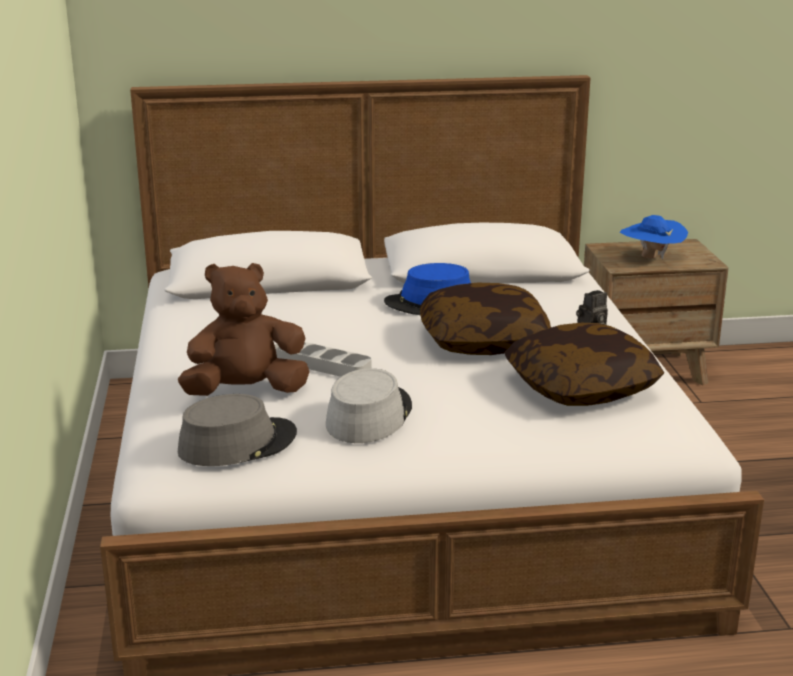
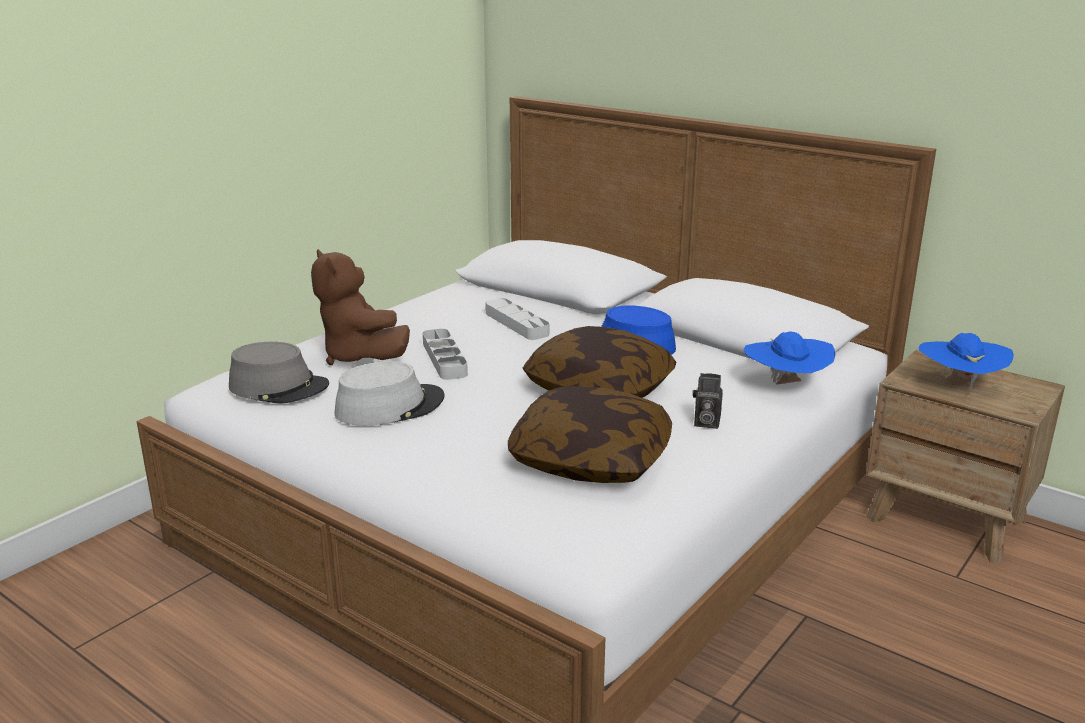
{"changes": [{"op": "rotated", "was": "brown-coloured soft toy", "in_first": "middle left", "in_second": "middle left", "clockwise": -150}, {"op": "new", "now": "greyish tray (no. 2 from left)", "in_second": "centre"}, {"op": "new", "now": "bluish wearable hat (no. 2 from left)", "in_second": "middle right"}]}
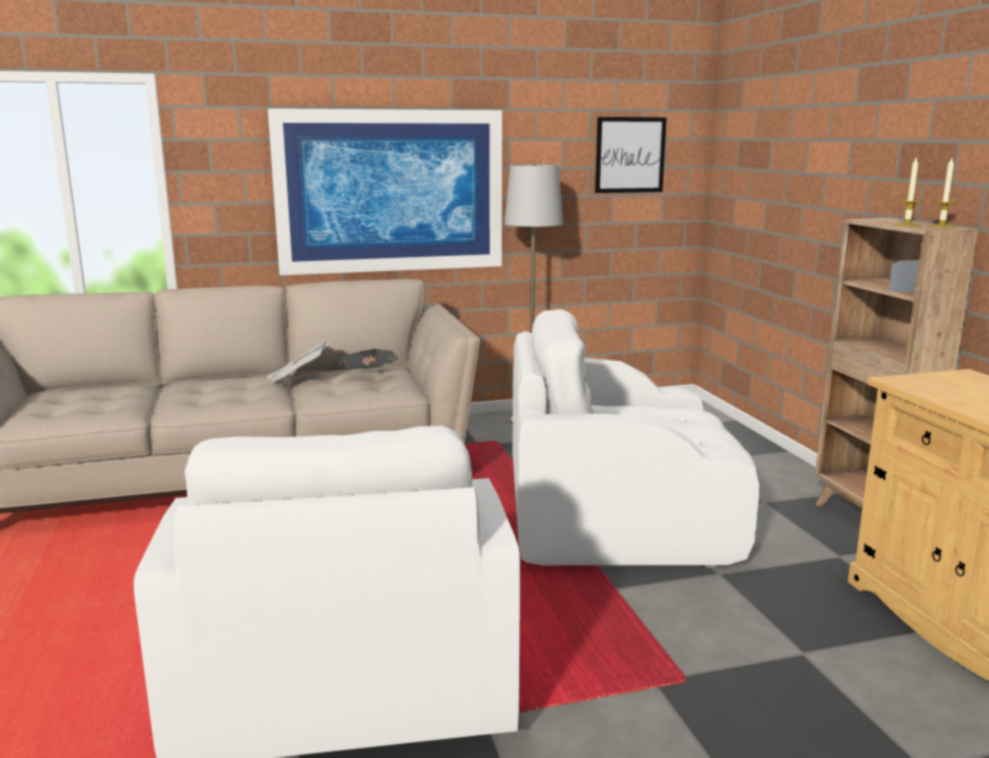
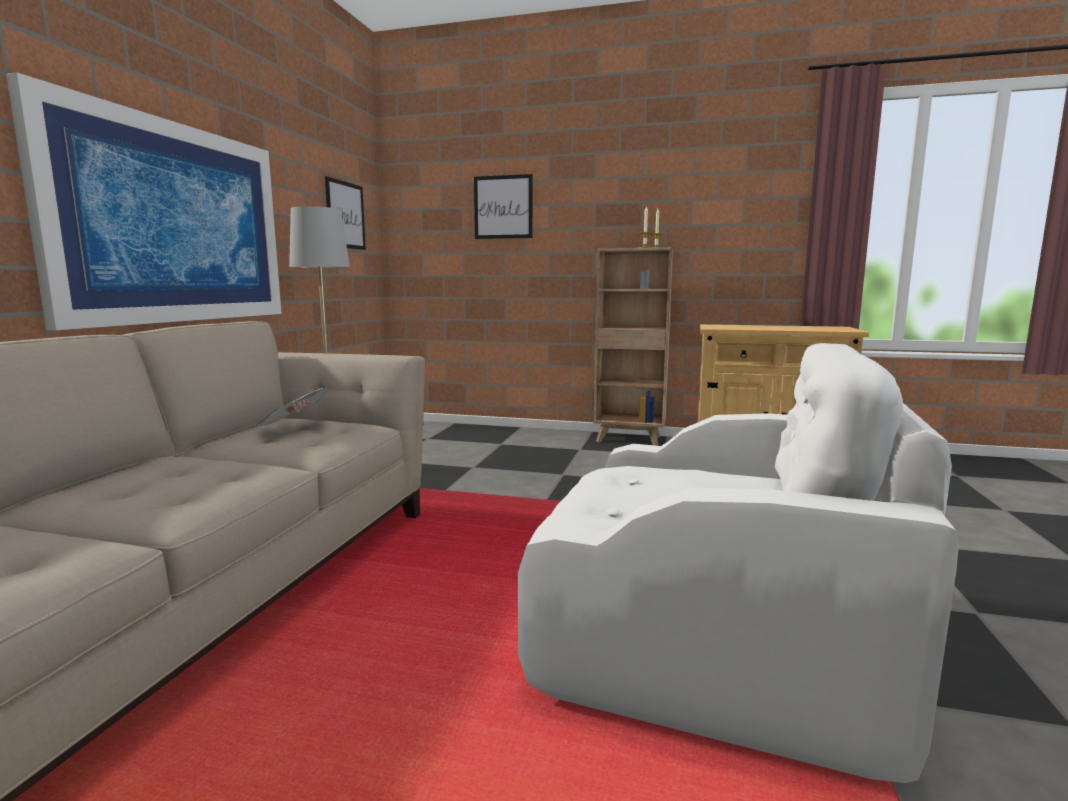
{"changes": [{"op": "gone", "was": "whitish armchair (no. 2 from left)", "in_first": "centre"}, {"op": "gone", "was": "newspaper (no. 1 from left)", "in_first": "middle left"}, {"op": "new", "now": "wall picture (no. 3 from left)", "in_second": "top centre"}]}
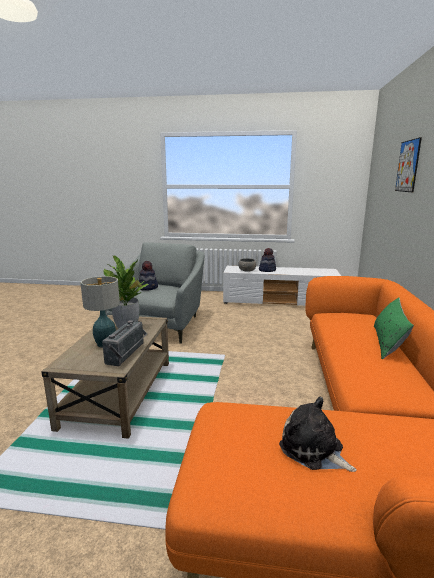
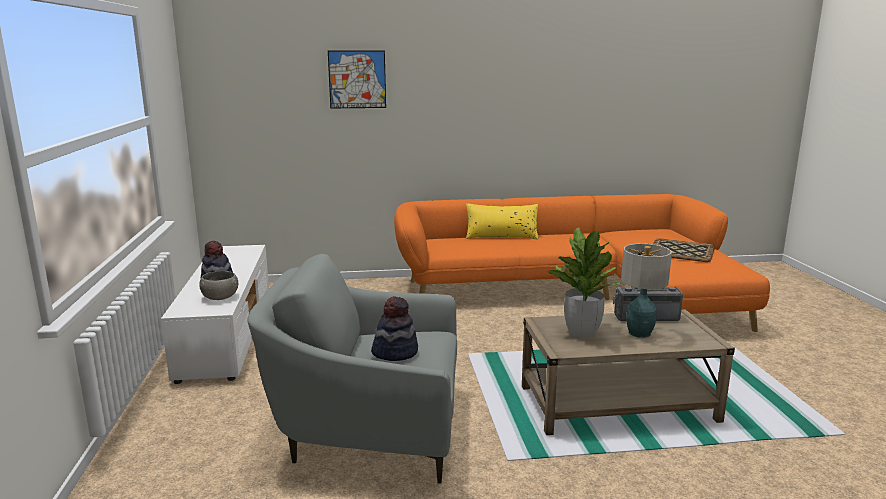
{"changes": [{"op": "repainted", "was": "greenish throw pillow", "now": "yellow throw pillow", "in_first": "middle right", "in_second": "centre"}, {"op": "swapped", "was": "soft toy", "now": "tray", "in_first": "bottom right", "in_second": "middle right"}]}
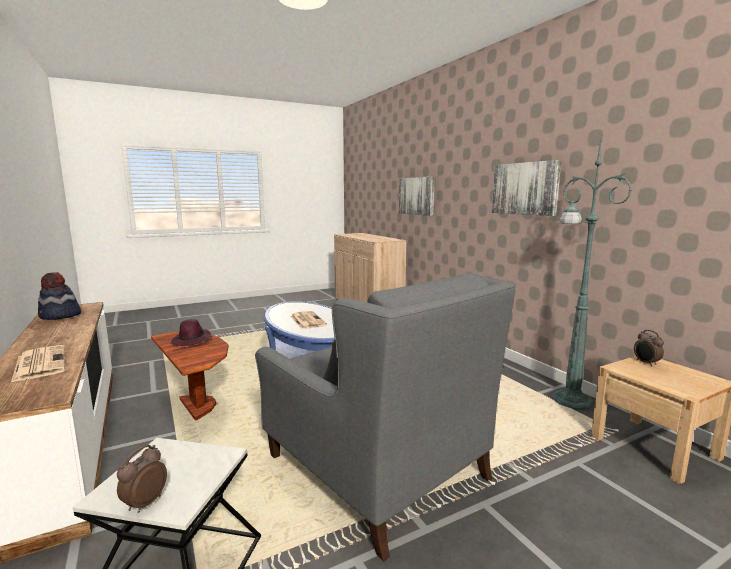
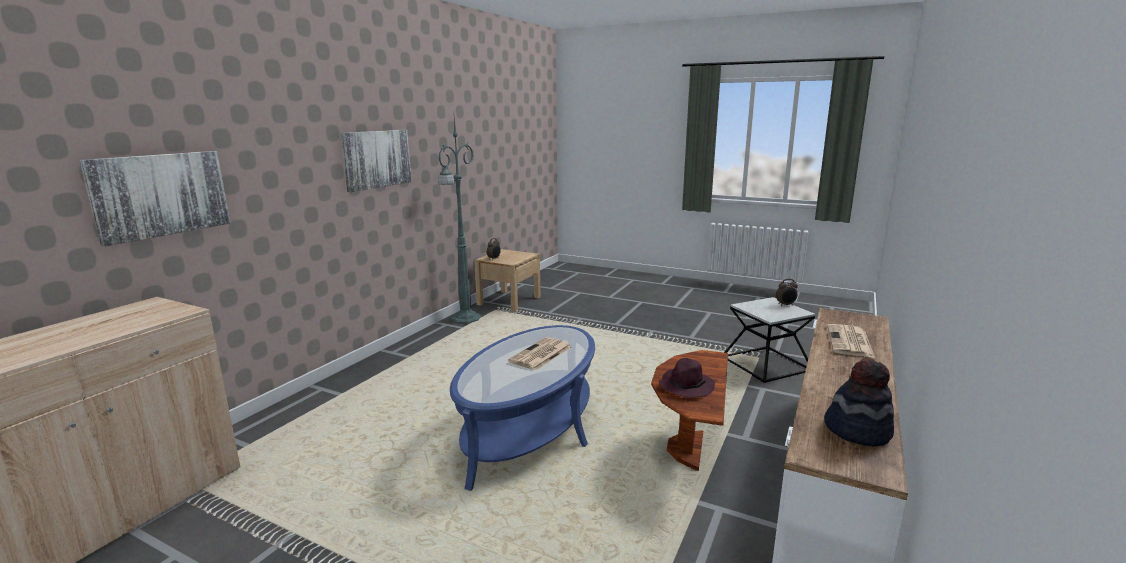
{"changes": [{"op": "gone", "was": "greyish armchair", "in_first": "bottom centre"}]}
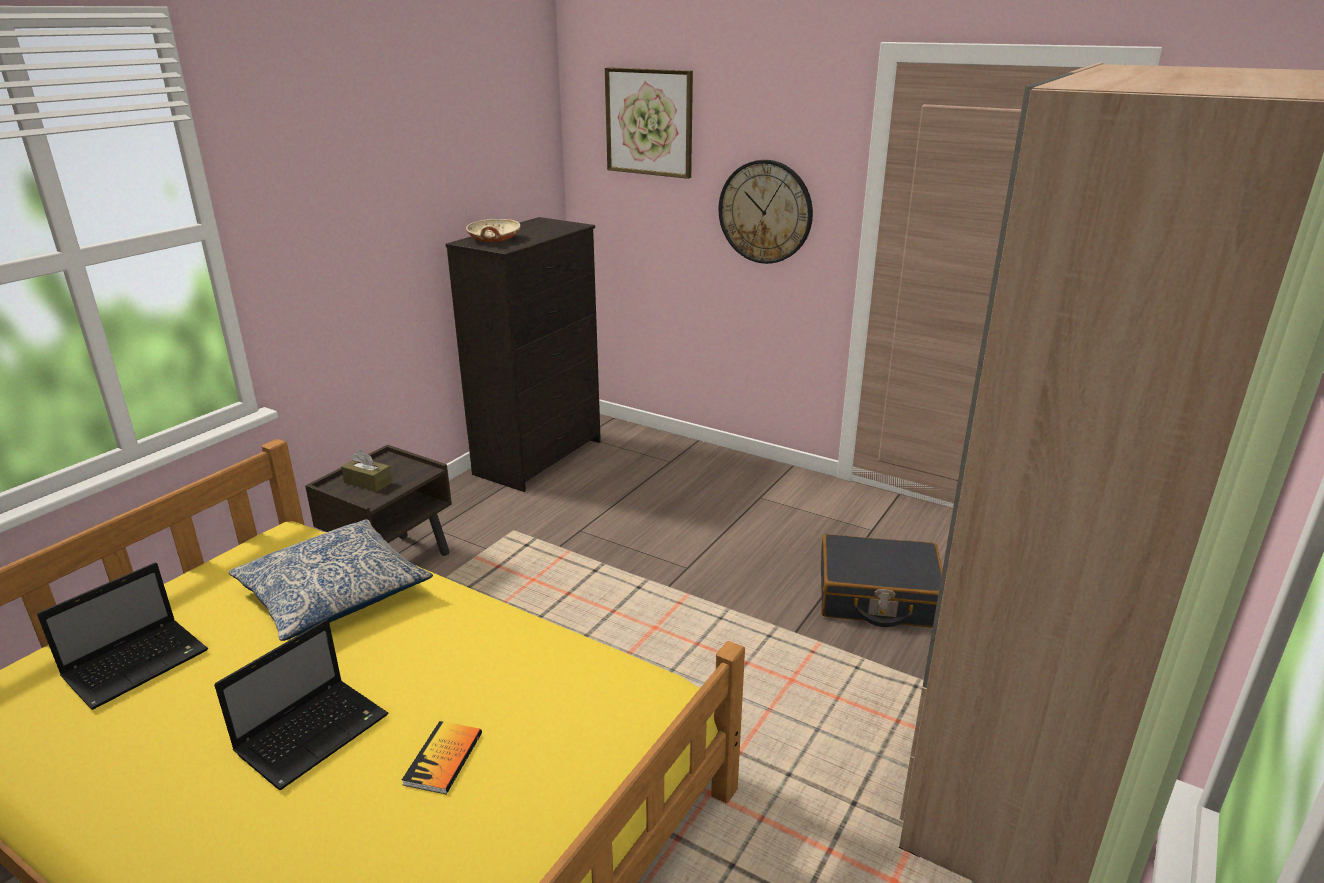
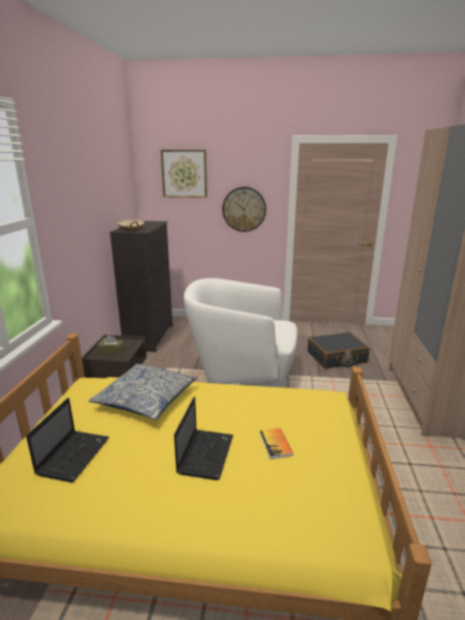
{"changes": [{"op": "new", "now": "whitish armchair", "in_second": "centre"}]}
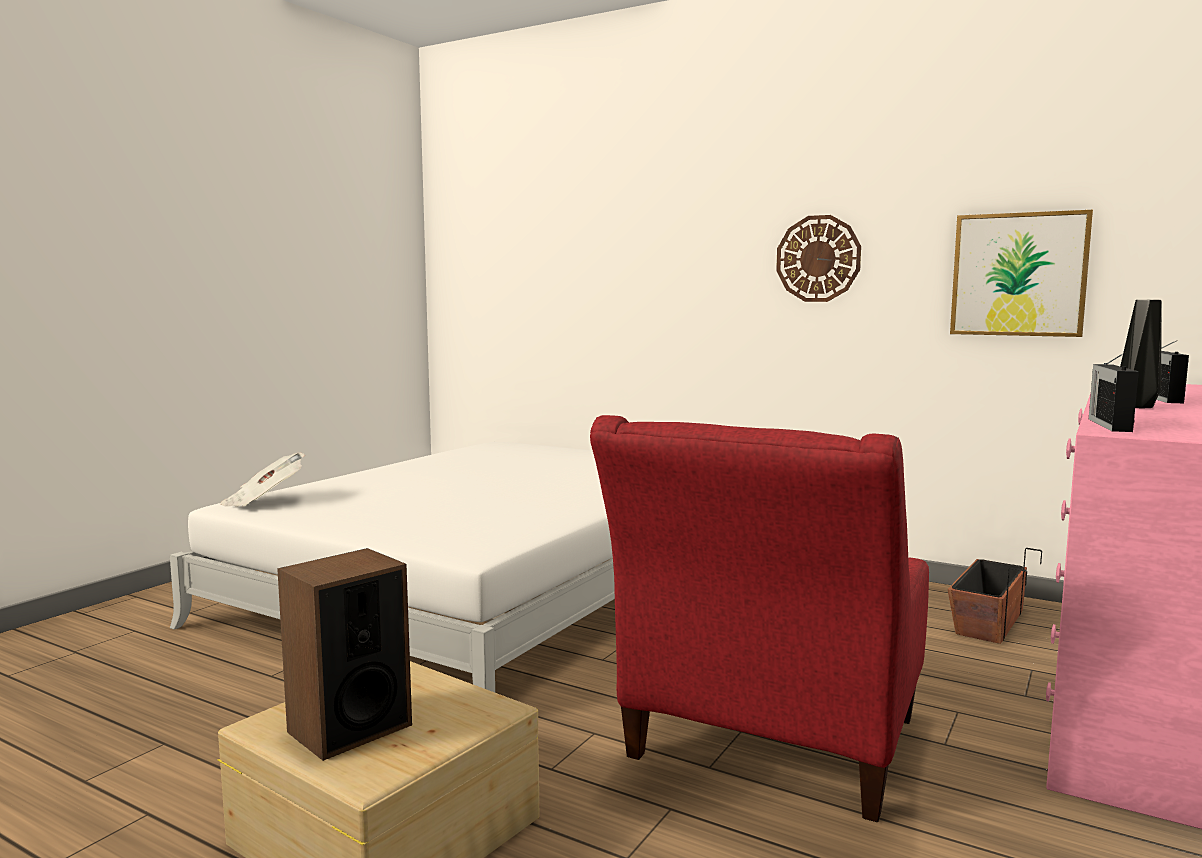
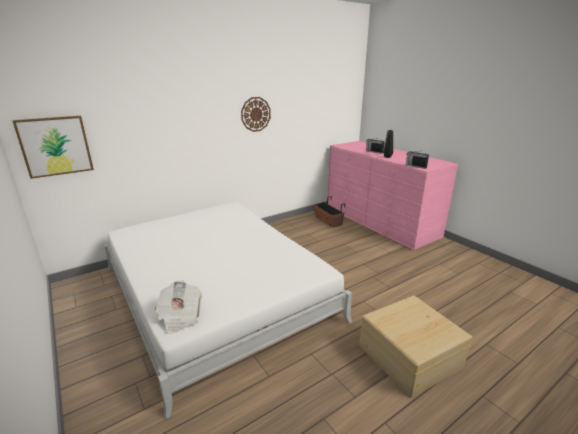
{"changes": [{"op": "shifted", "was": "wall picture", "in_first": "top right", "in_second": "middle left"}, {"op": "gone", "was": "red armchair", "in_first": "bottom centre"}, {"op": "gone", "was": "loudspeaker", "in_first": "bottom left"}]}
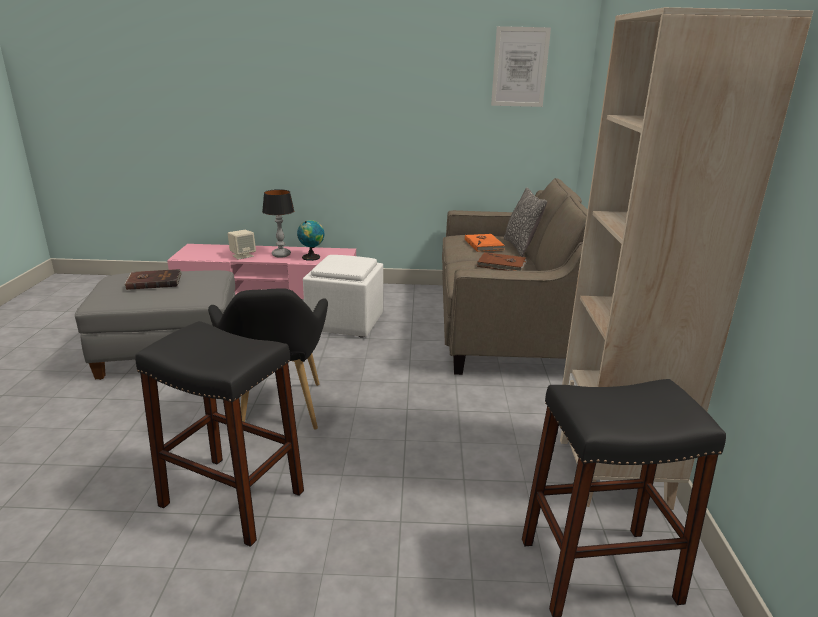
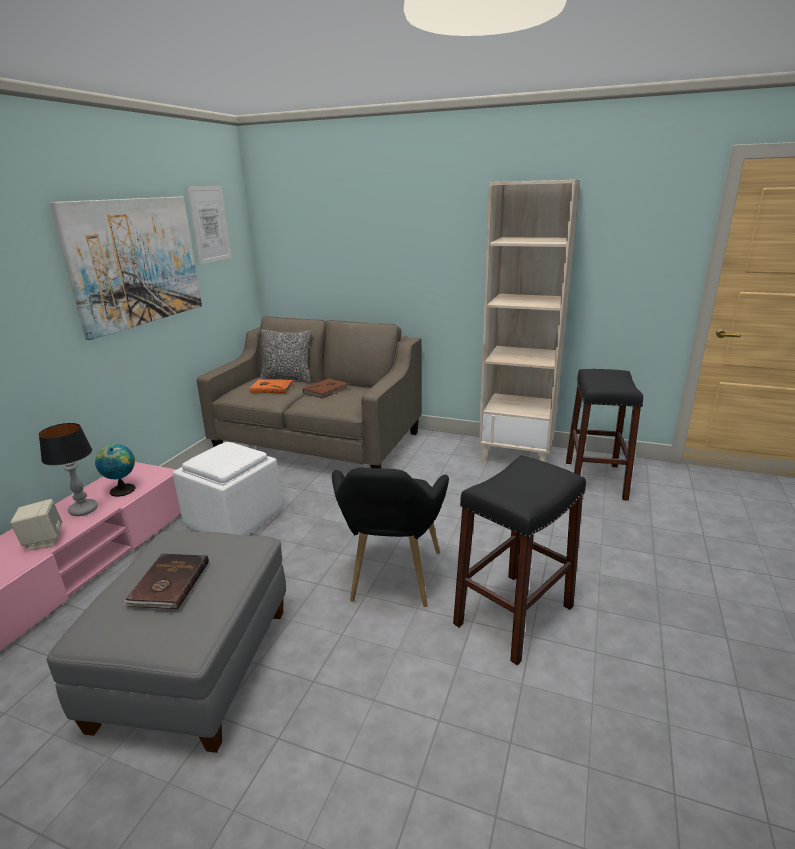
{"changes": [{"op": "rotated", "was": "black armchair", "in_first": "middle left", "in_second": "centre", "clockwise": 90}, {"op": "new", "now": "wall picture (no. 1 from left)", "in_second": "top left"}]}
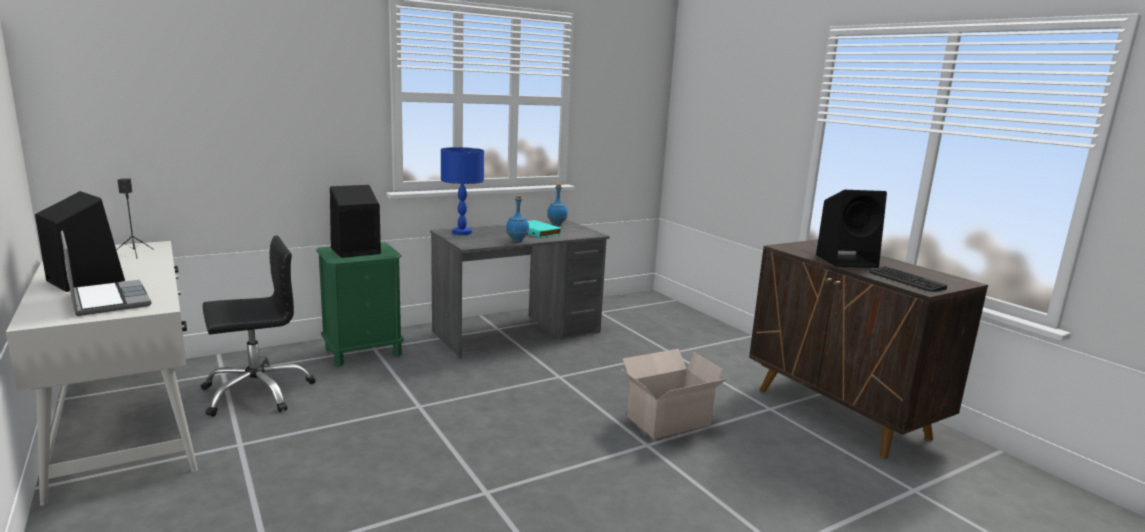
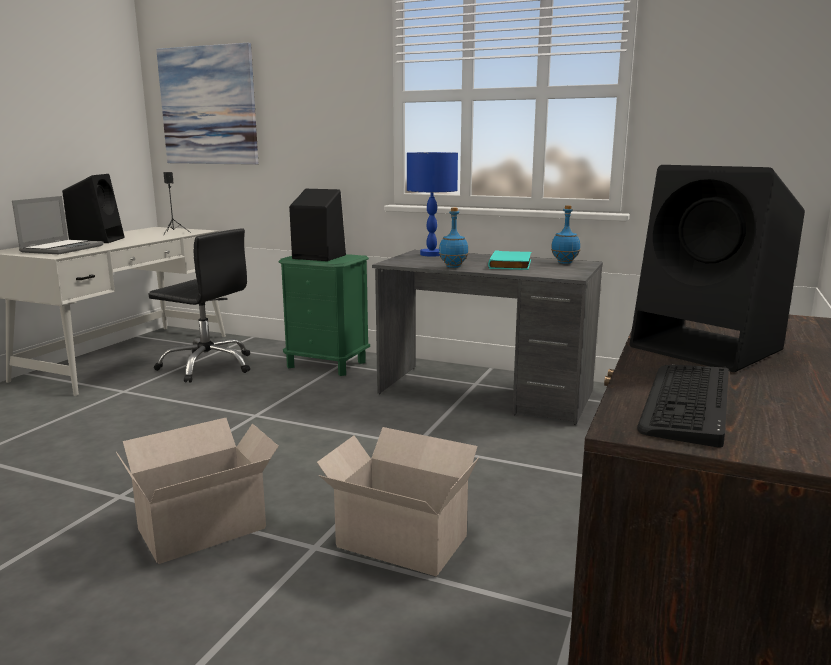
{"changes": [{"op": "new", "now": "wall picture", "in_second": "top left"}, {"op": "new", "now": "cardboard box (no. 1 from left)", "in_second": "bottom left"}]}
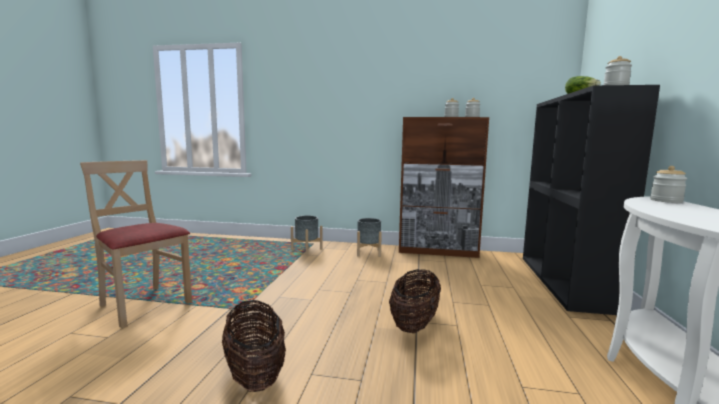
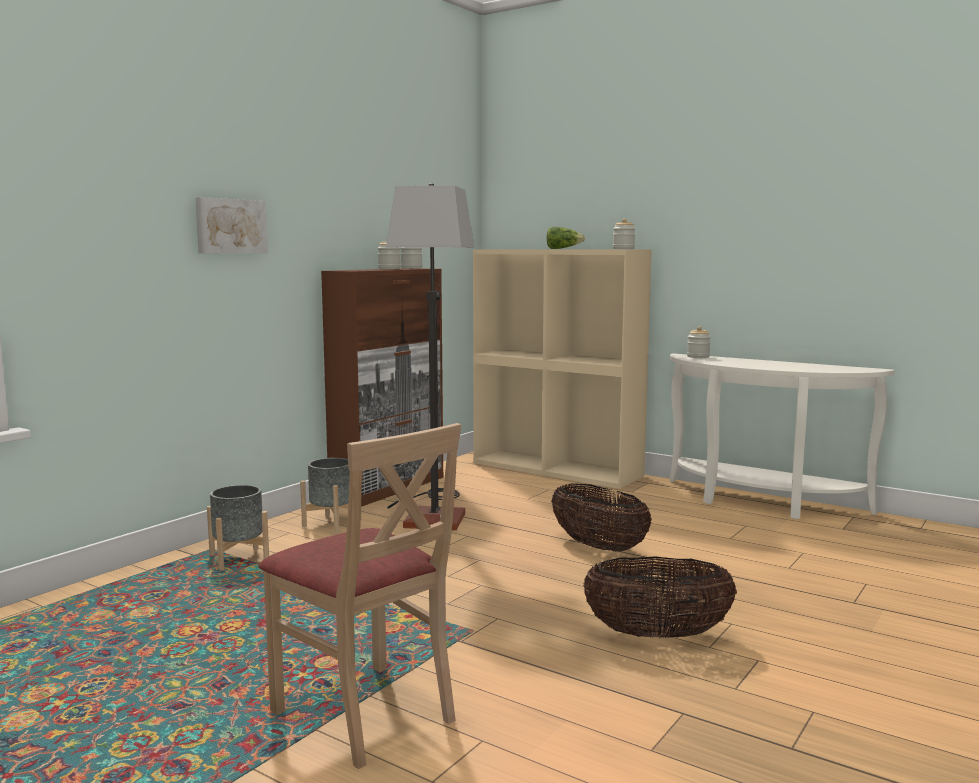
{"changes": [{"op": "repainted", "was": "black bookcase", "now": "beige bookcase", "in_first": "middle right", "in_second": "centre"}, {"op": "rotated", "was": "beige chair", "in_first": "middle left", "in_second": "bottom centre", "clockwise": -105}, {"op": "new", "now": "standing lamp", "in_second": "centre"}, {"op": "new", "now": "wall picture", "in_second": "top left"}]}
